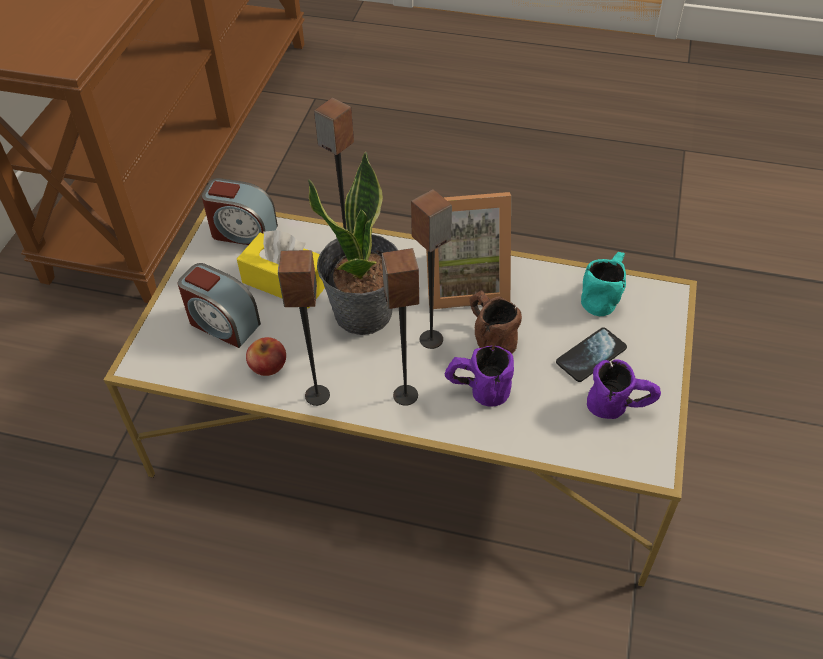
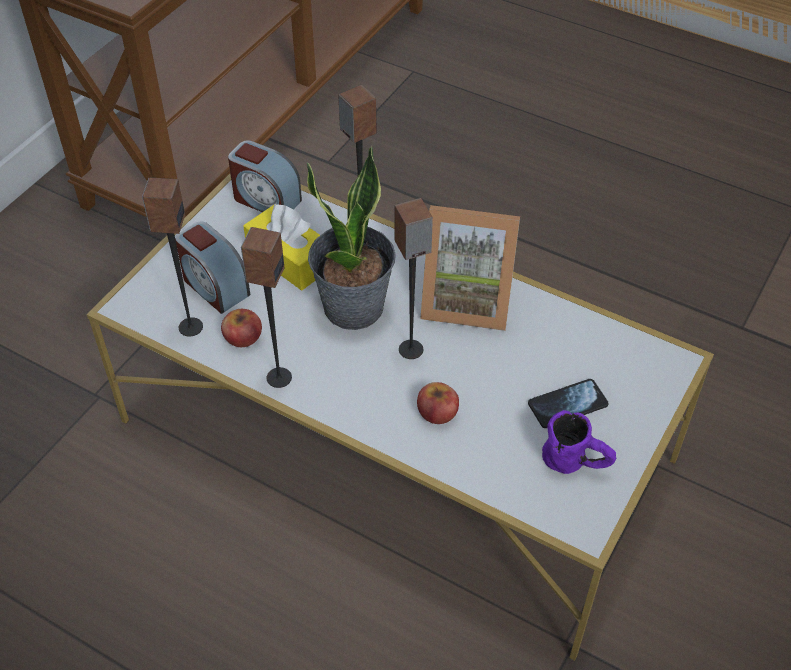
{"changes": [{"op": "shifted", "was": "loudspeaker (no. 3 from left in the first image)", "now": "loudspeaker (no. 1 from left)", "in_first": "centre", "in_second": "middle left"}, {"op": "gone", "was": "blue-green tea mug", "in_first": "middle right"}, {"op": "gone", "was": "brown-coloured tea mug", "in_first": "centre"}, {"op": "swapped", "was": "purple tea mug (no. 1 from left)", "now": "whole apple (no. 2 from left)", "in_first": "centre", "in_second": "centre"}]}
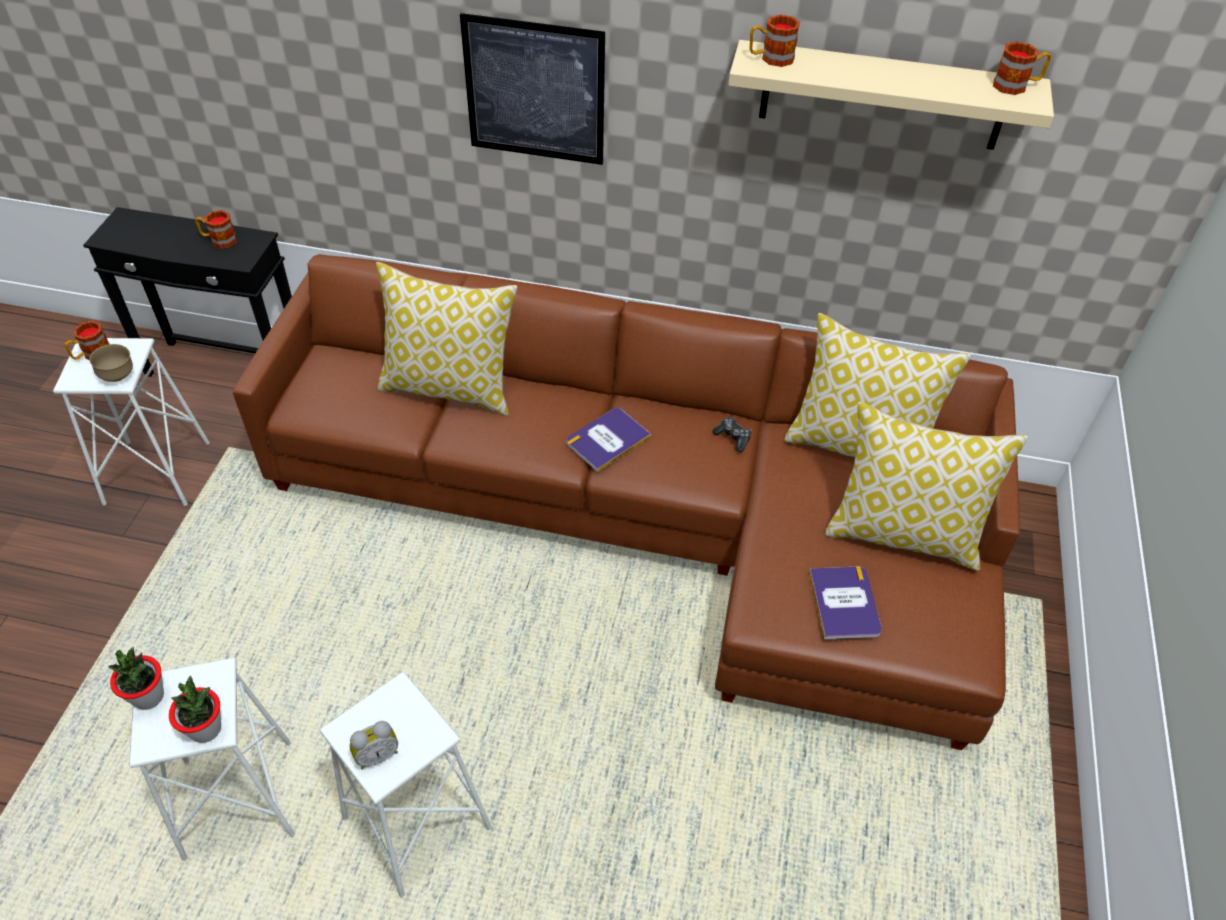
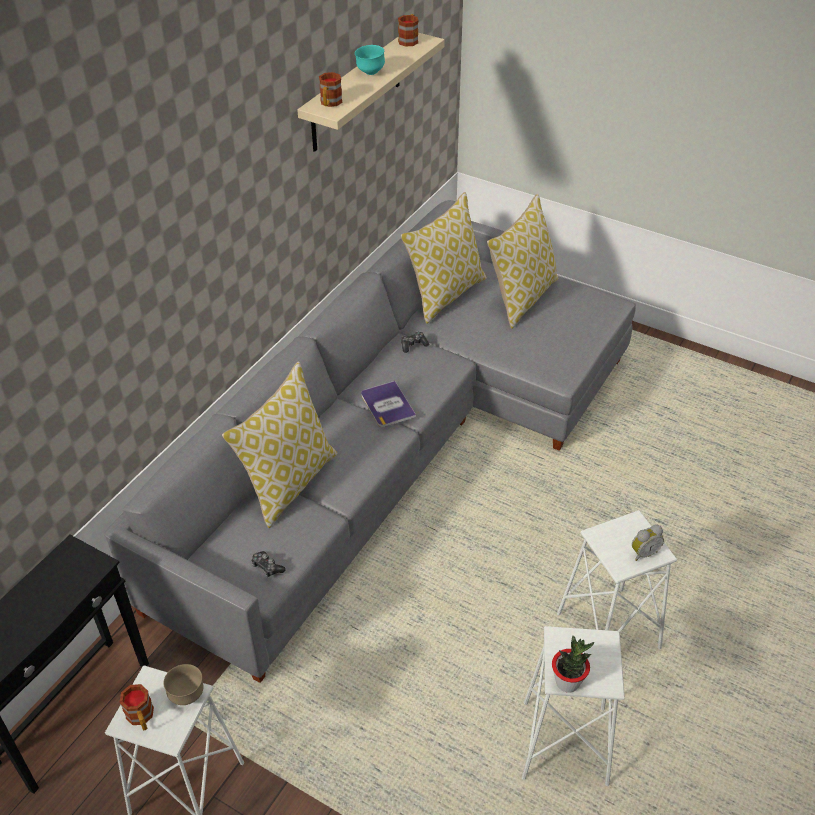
{"changes": [{"op": "gone", "was": "wall picture", "in_first": "top centre"}, {"op": "gone", "was": "tea mug (no. 2 from left)", "in_first": "top left"}, {"op": "repainted", "was": "brown-coloured couch", "now": "greyish couch", "in_first": "centre", "in_second": "centre"}, {"op": "gone", "was": "volume (no. 2 from left)", "in_first": "middle right"}, {"op": "gone", "was": "plant in a pot (no. 2 from left)", "in_first": "bottom left"}, {"op": "rotated", "was": "alarm clock", "in_first": "bottom left", "in_second": "middle right", "clockwise": 75}, {"op": "new", "now": "blue-green serving bowl", "in_second": "top centre"}, {"op": "new", "now": "gamepad (no. 1 from left)", "in_second": "bottom left"}]}
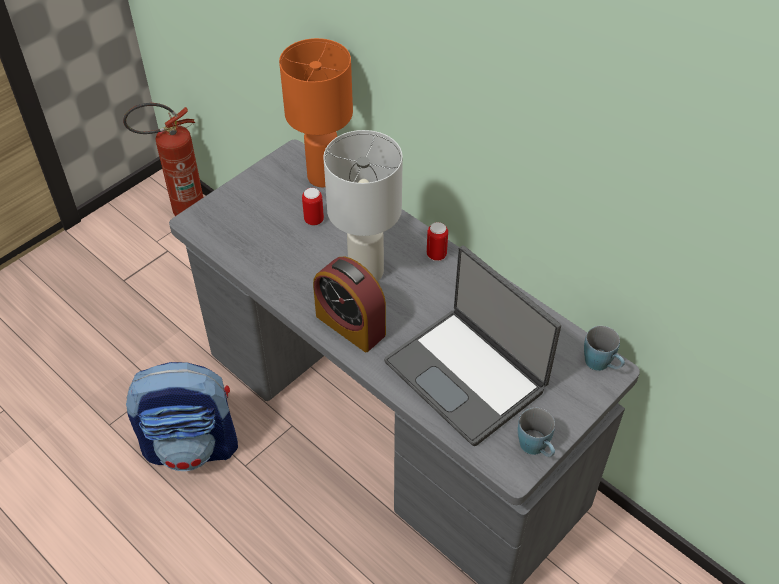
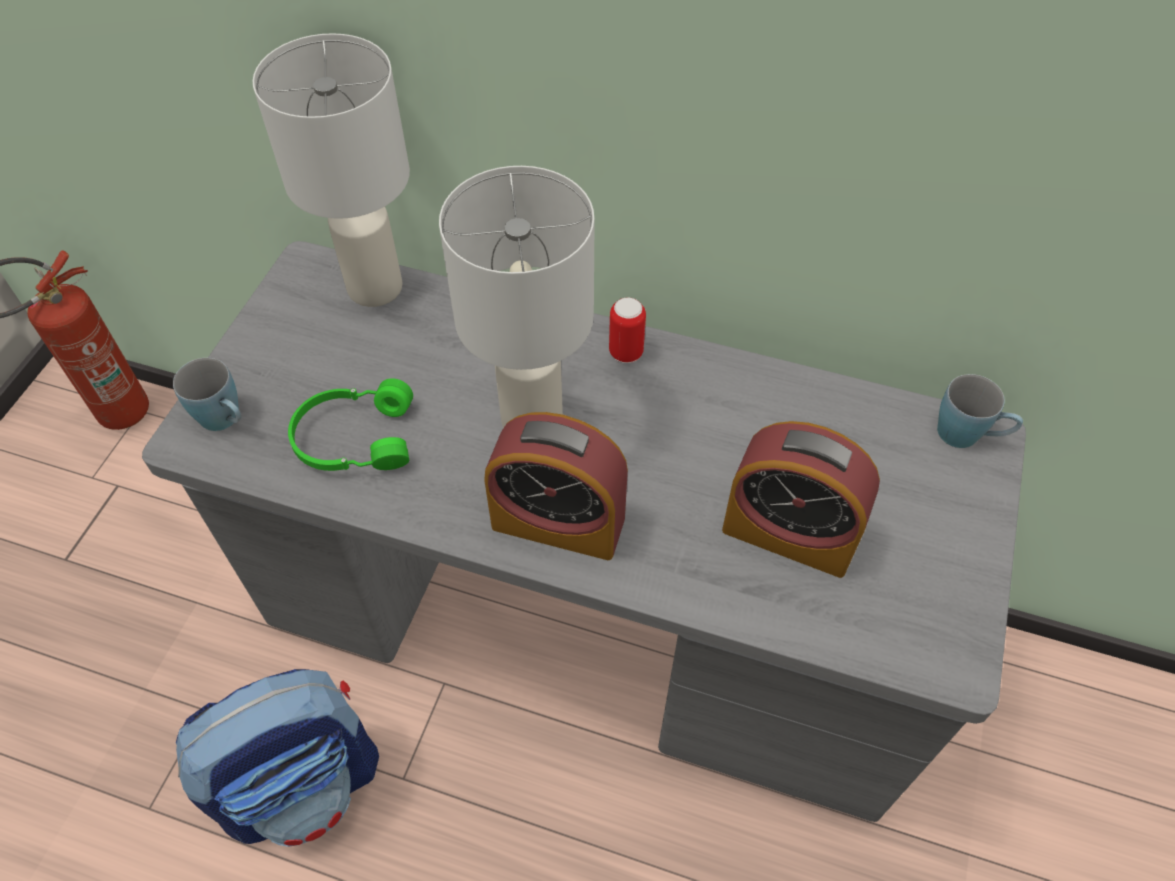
{"changes": [{"op": "repainted", "was": "orange-coloured tabletop lamp", "now": "whitish tabletop lamp (no. 1 from left)", "in_first": "top centre", "in_second": "top left"}, {"op": "gone", "was": "can (no. 1 from left)", "in_first": "centre"}, {"op": "swapped", "was": "laptop", "now": "alarm clock (no. 2 from left)", "in_first": "centre", "in_second": "middle right"}, {"op": "shifted", "was": "bluish tea mug (no. 1 from left)", "in_first": "bottom right", "in_second": "middle left"}, {"op": "new", "now": "greenish headphones", "in_second": "middle left"}]}
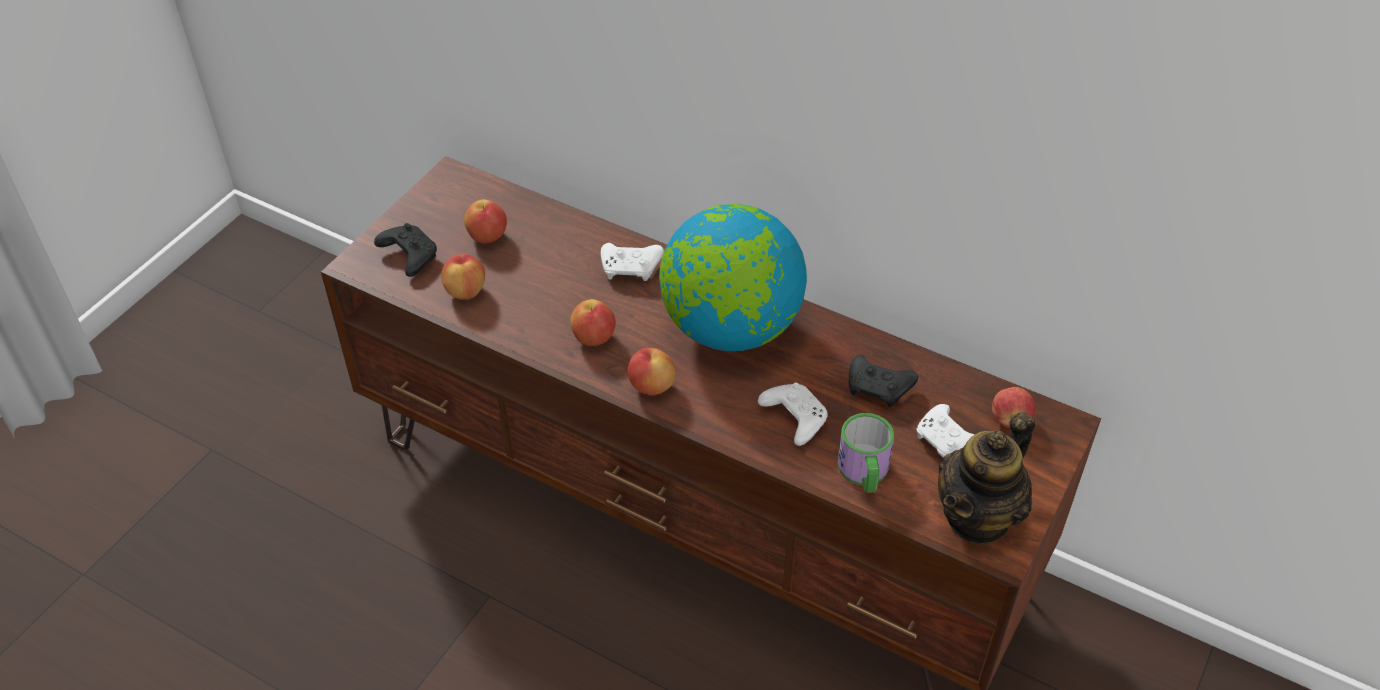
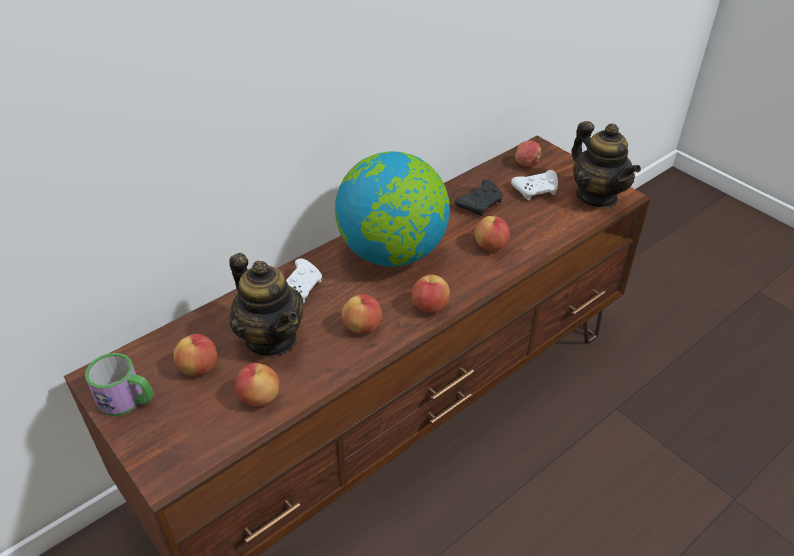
{"changes": [{"op": "gone", "was": "black gamepad (no. 1 from left)", "in_first": "middle left"}, {"op": "swapped", "was": "whitish gamepad (no. 2 from left)", "now": "whole apple (no. 5 from left)", "in_first": "centre", "in_second": "centre"}, {"op": "shifted", "was": "tea mug", "in_first": "centre", "in_second": "bottom left"}, {"op": "new", "now": "pot for tea (no. 1 from left)", "in_second": "centre"}]}
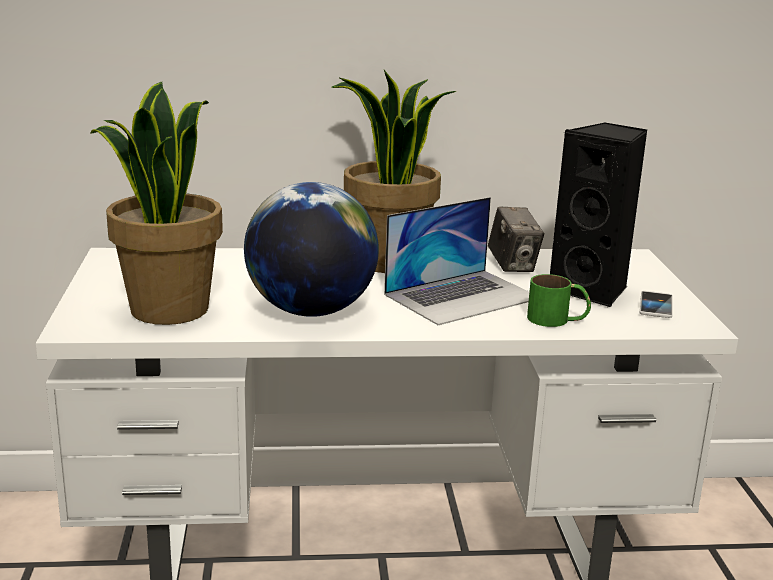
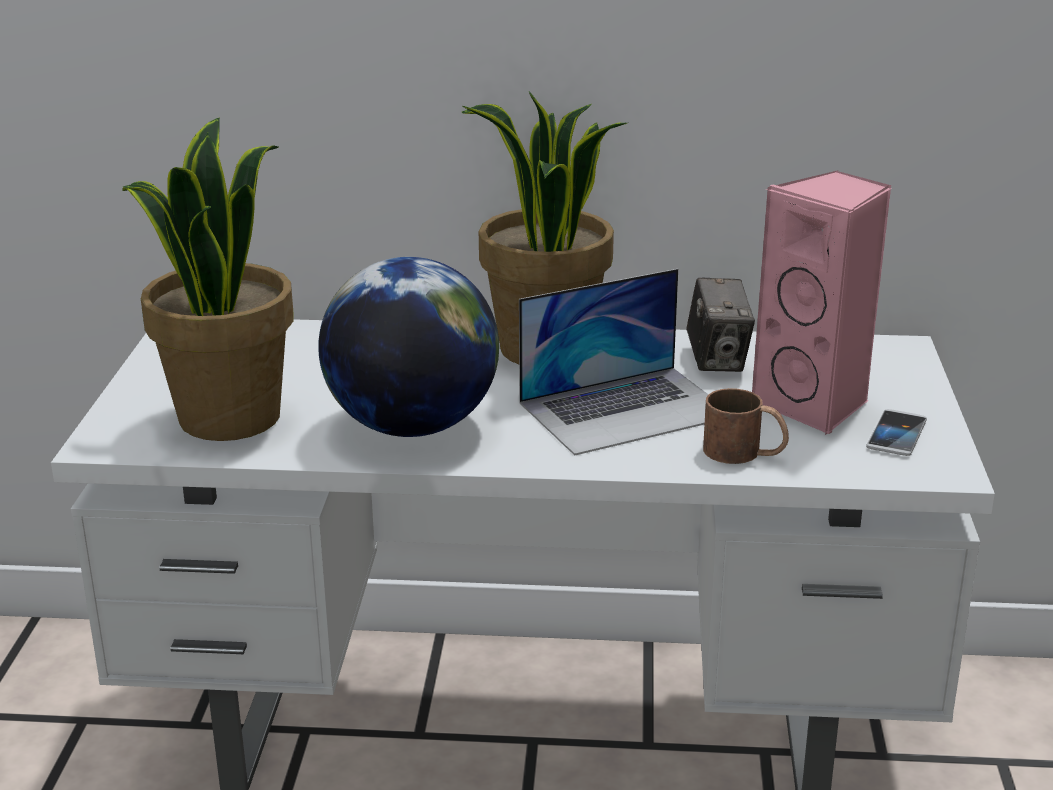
{"changes": [{"op": "repainted", "was": "black loudspeaker", "now": "pink-coloured loudspeaker", "in_first": "middle right", "in_second": "middle right"}, {"op": "repainted", "was": "greenish tea mug", "now": "brown-coloured tea mug", "in_first": "middle right", "in_second": "middle right"}]}
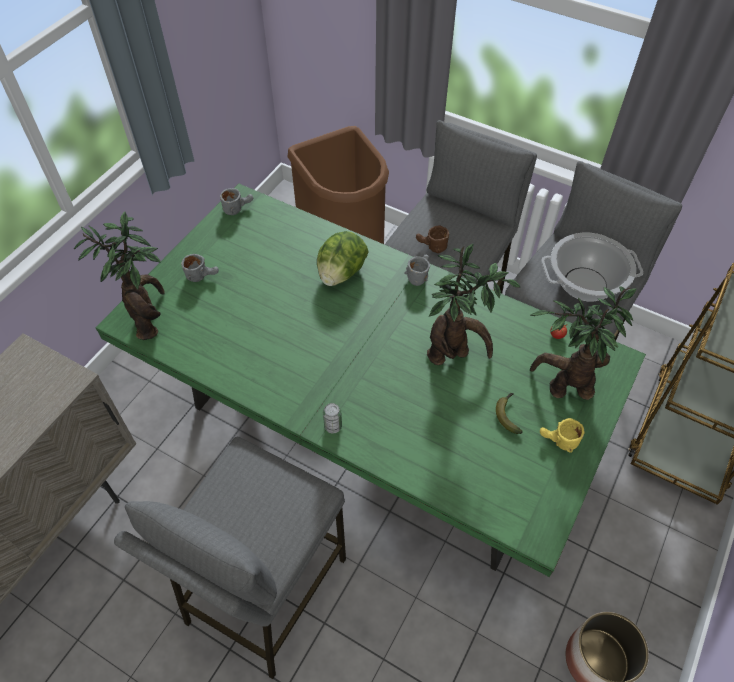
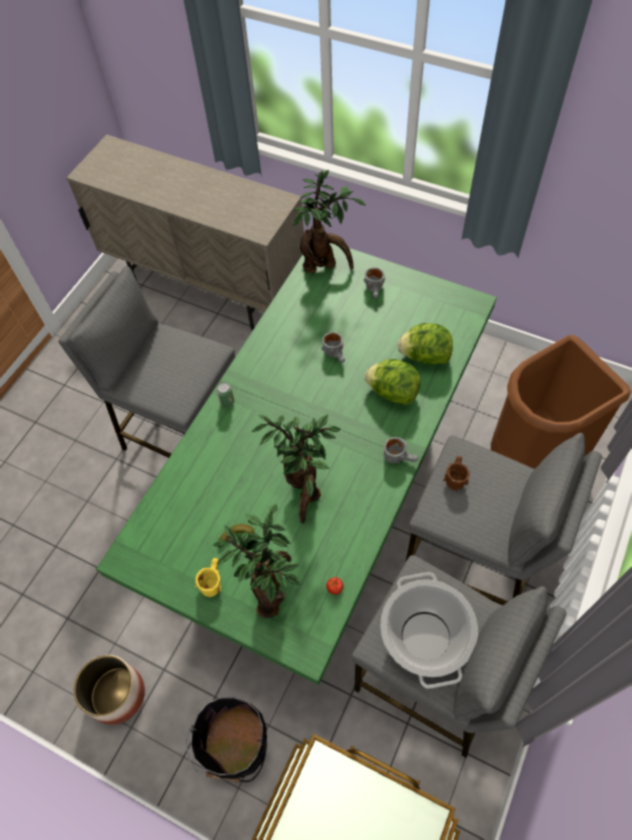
{"changes": [{"op": "shifted", "was": "greyish tea mug (no. 2 from left in the first image)", "now": "greyish tea mug (no. 1 from left)", "in_first": "top left", "in_second": "centre"}, {"op": "new", "now": "lettuce head (no. 2 from left)", "in_second": "middle right"}, {"op": "new", "now": "black water bucket", "in_second": "bottom centre"}]}
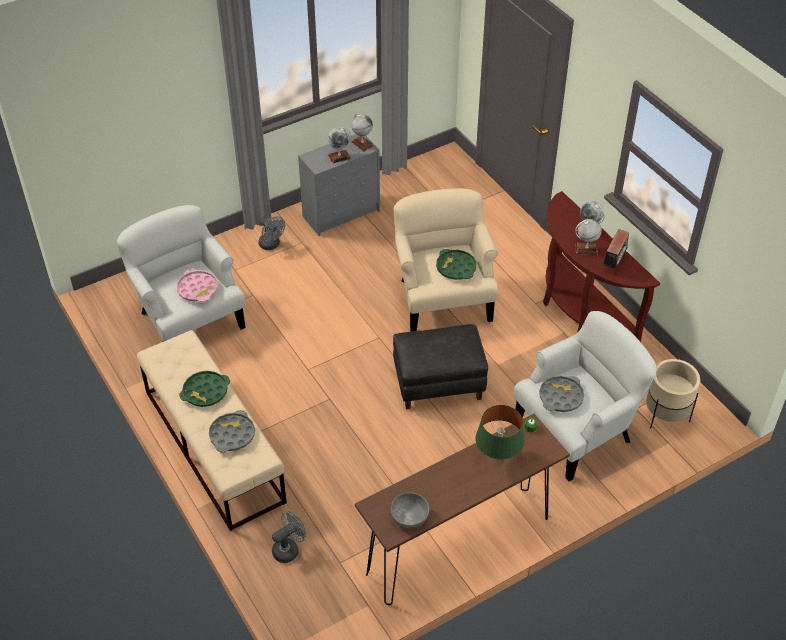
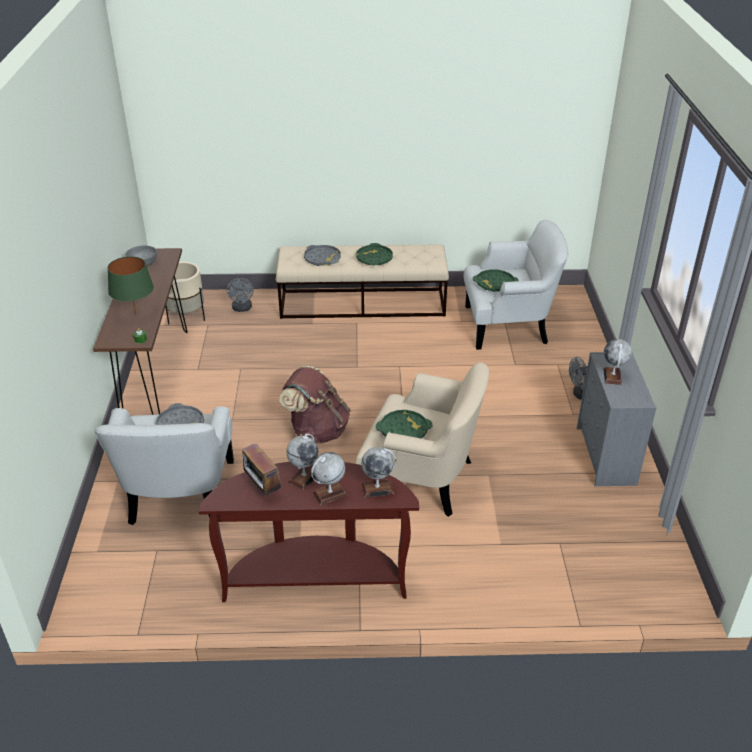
{"changes": [{"op": "shifted", "was": "desk globe (no. 2 from left in the first image)", "now": "desk globe (no. 3 from left)", "in_first": "top centre", "in_second": "centre"}, {"op": "repainted", "was": "pink-coloured tray", "now": "greenish tray (no. 3 from left)", "in_first": "middle left", "in_second": "centre"}, {"op": "swapped", "was": "black pouffe", "now": "brown-coloured knapsack", "in_first": "centre", "in_second": "centre"}, {"op": "shifted", "was": "beige planter", "in_first": "middle right", "in_second": "middle left"}]}
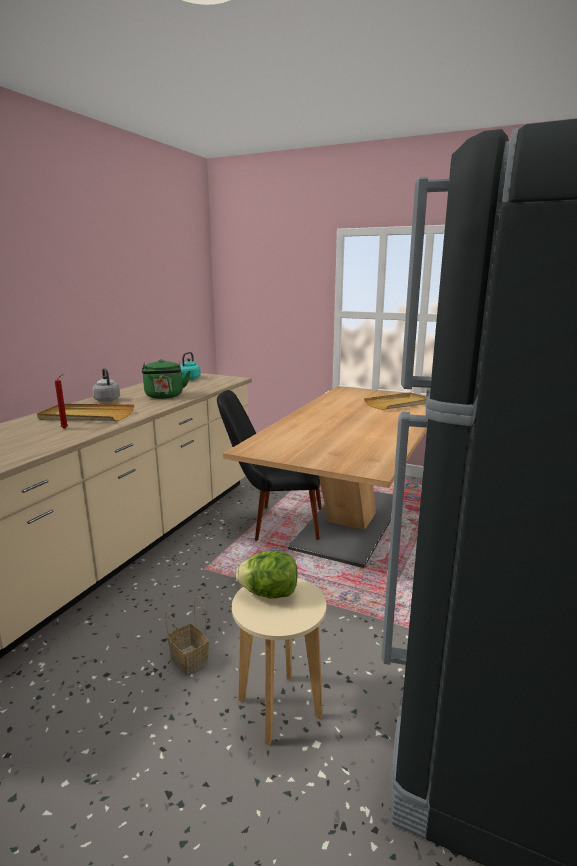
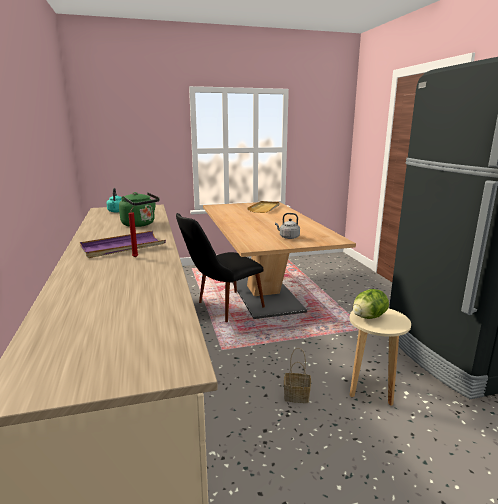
{"changes": [{"op": "shifted", "was": "greyish water kettle", "in_first": "middle left", "in_second": "centre"}, {"op": "repainted", "was": "beige tray (no. 1 from left)", "now": "purple tray", "in_first": "middle left", "in_second": "middle left"}]}
